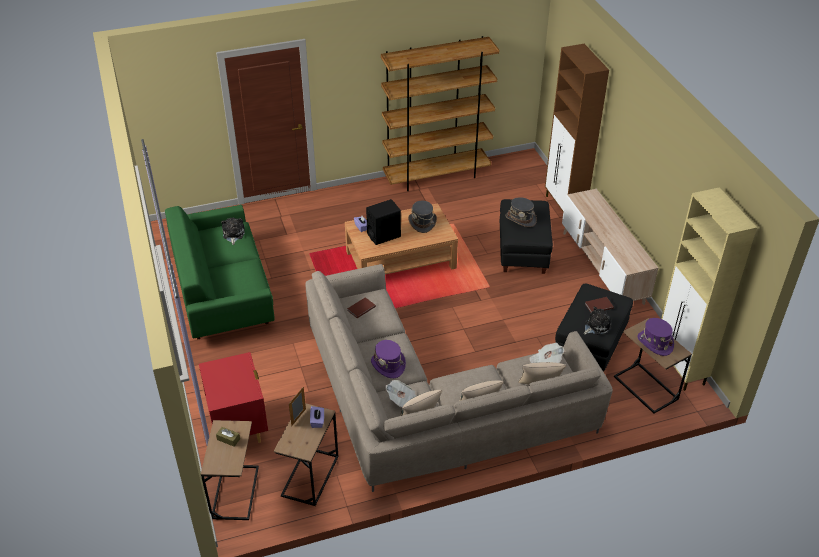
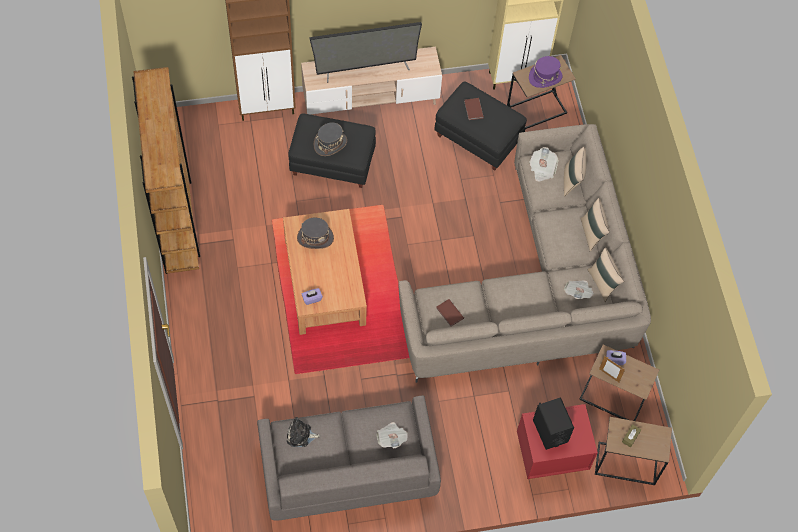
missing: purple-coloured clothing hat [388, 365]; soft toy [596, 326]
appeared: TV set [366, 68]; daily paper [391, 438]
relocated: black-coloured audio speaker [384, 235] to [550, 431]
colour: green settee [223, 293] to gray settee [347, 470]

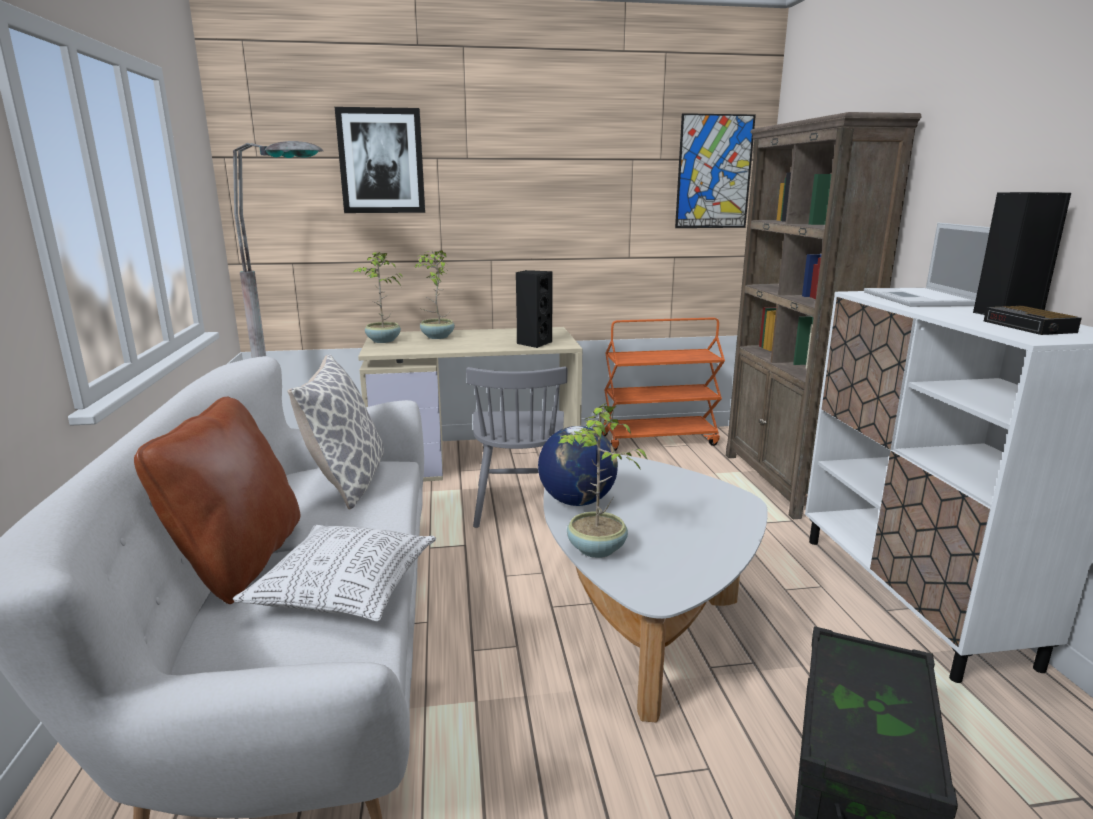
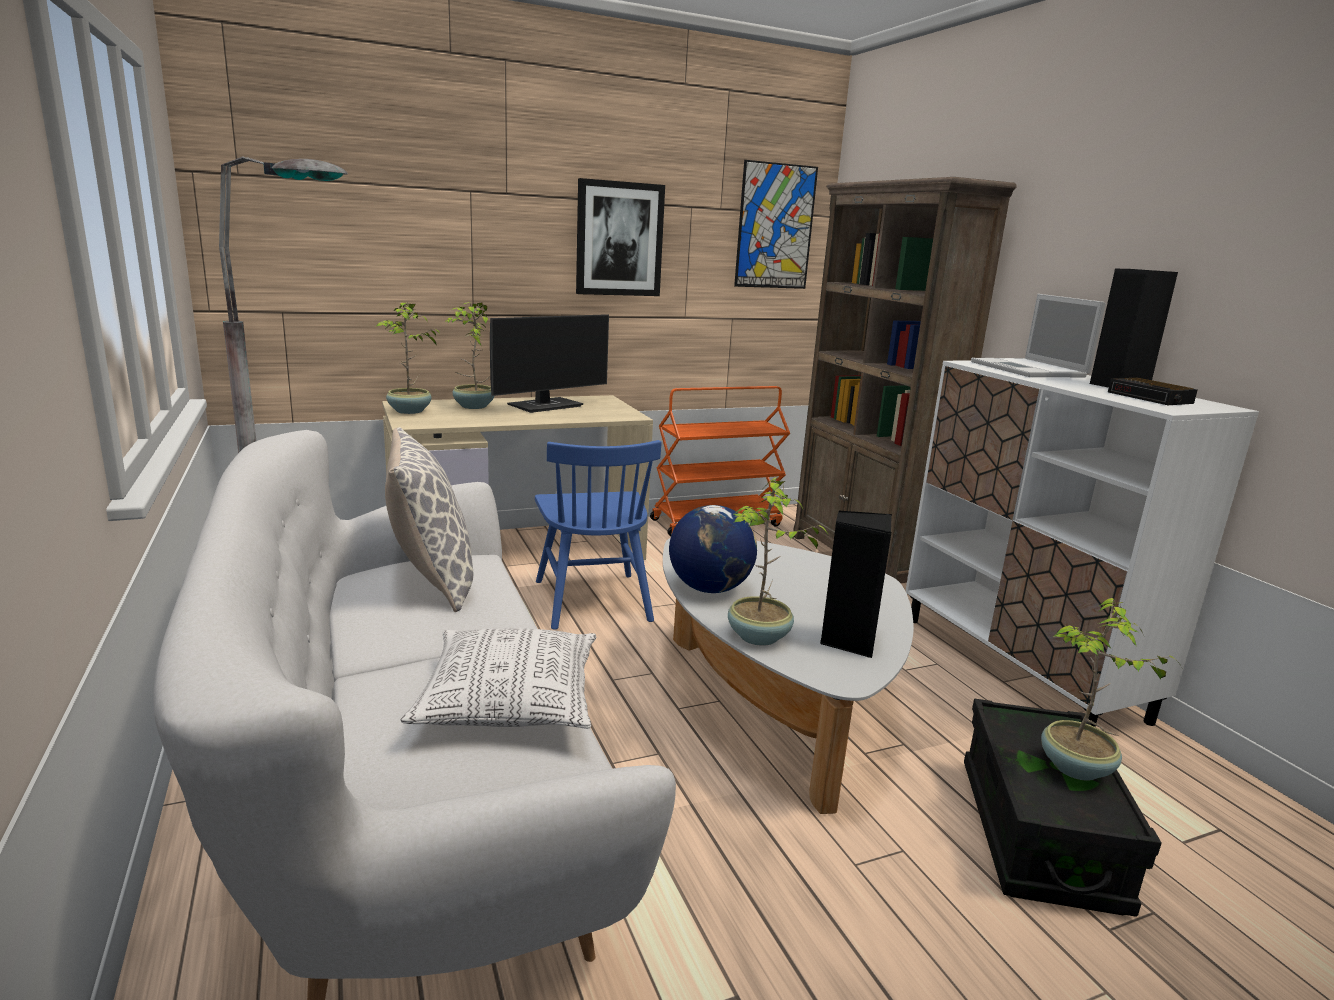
missing: brownish pillow [239, 561]
appeared: monitor [546, 405]; plant in a pot [1076, 769]
relocated: wall picture [381, 161] to [619, 239]; black-coloured audio speaker [533, 343] to [847, 640]
colour: gray plain chair [519, 504] to blue-coloured plain chair [592, 600]

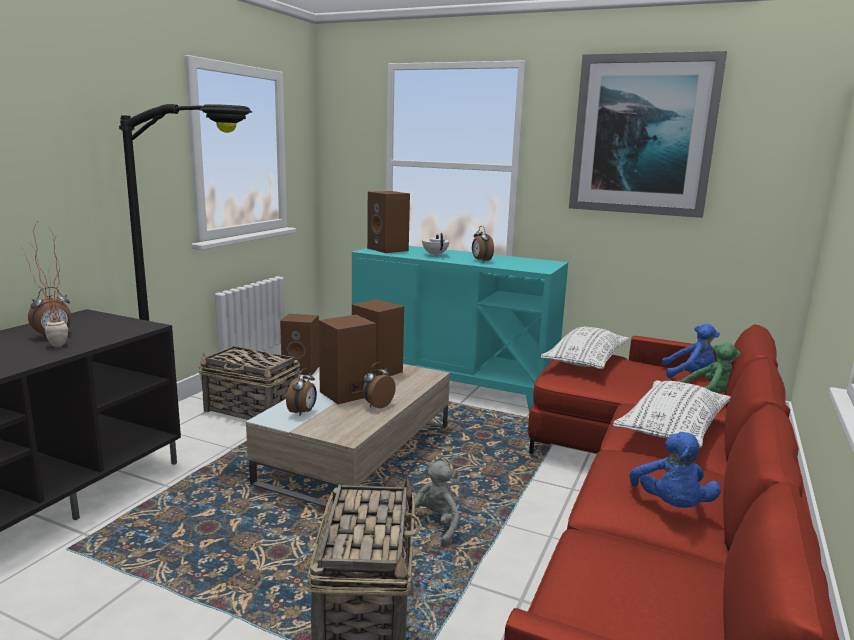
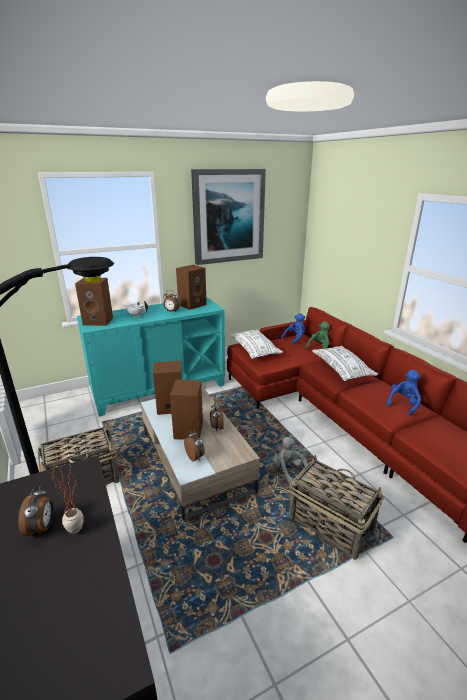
relocated: brownish audio speaker [302, 369] to [192, 304]
spun: blue-coloured soft toy [671, 506] = [403, 404] 90 degrees counterclockwise

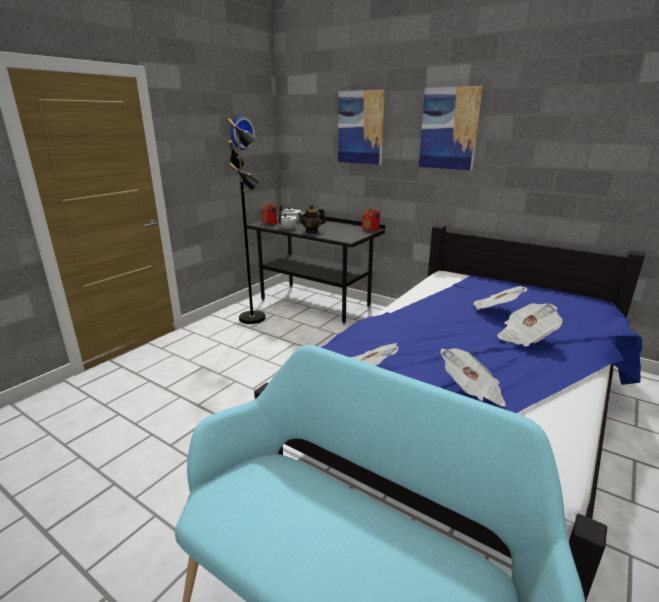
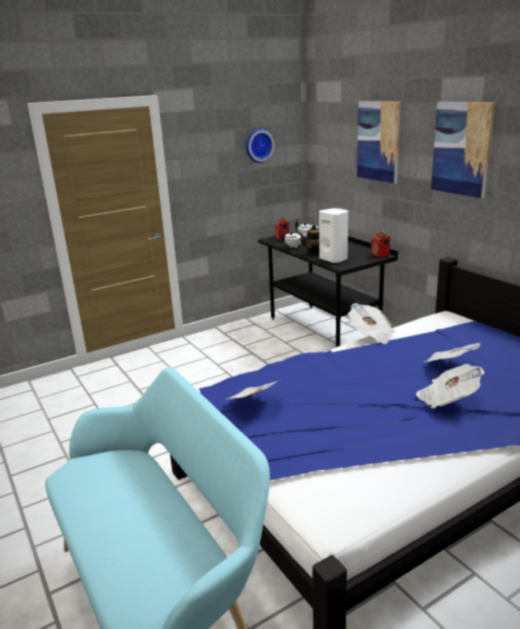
missing: black-coloured standard lamp [253, 318]
appeared: white-coloured audio speaker [334, 259]
relocated: daily paper [471, 391] to [371, 334]

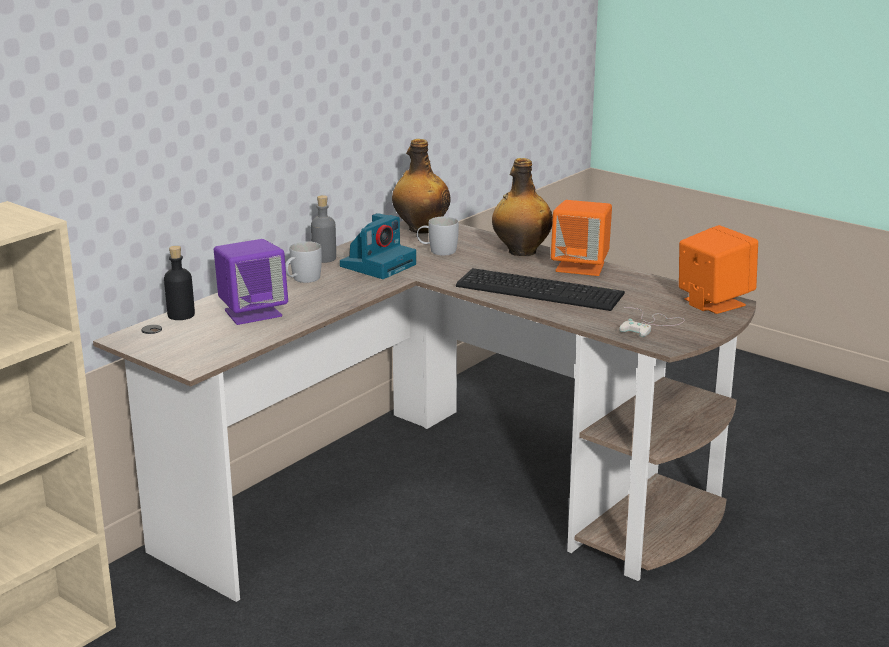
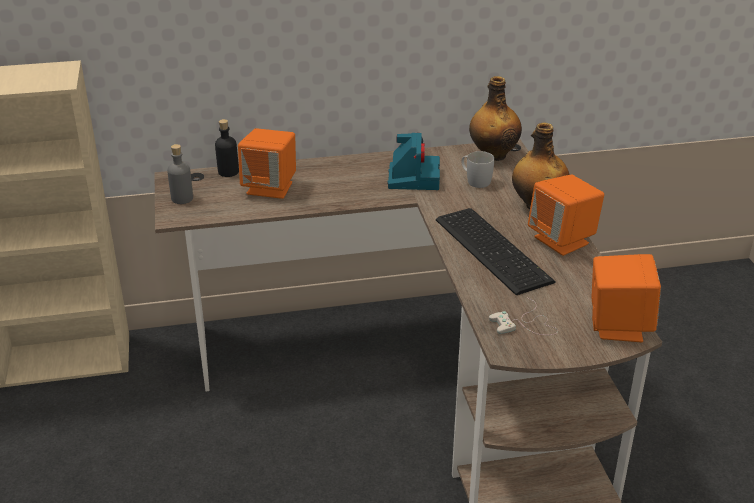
missing: white-coloured mug [302, 280]
relocated: gray drink bottle [324, 258] to [182, 198]
colour: purple-coloured audio speaker [253, 313] to orangey audio speaker [270, 188]
spun: still camera [378, 265] = [413, 177] 75 degrees counterclockwise

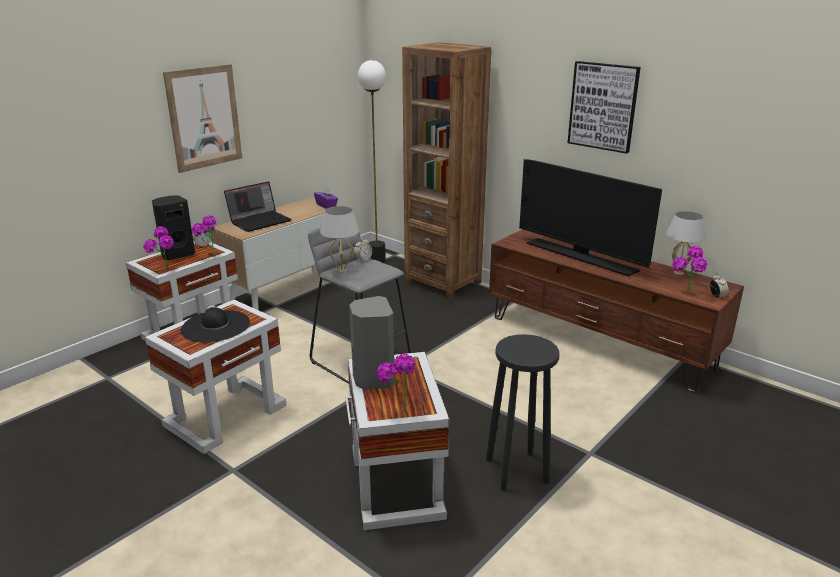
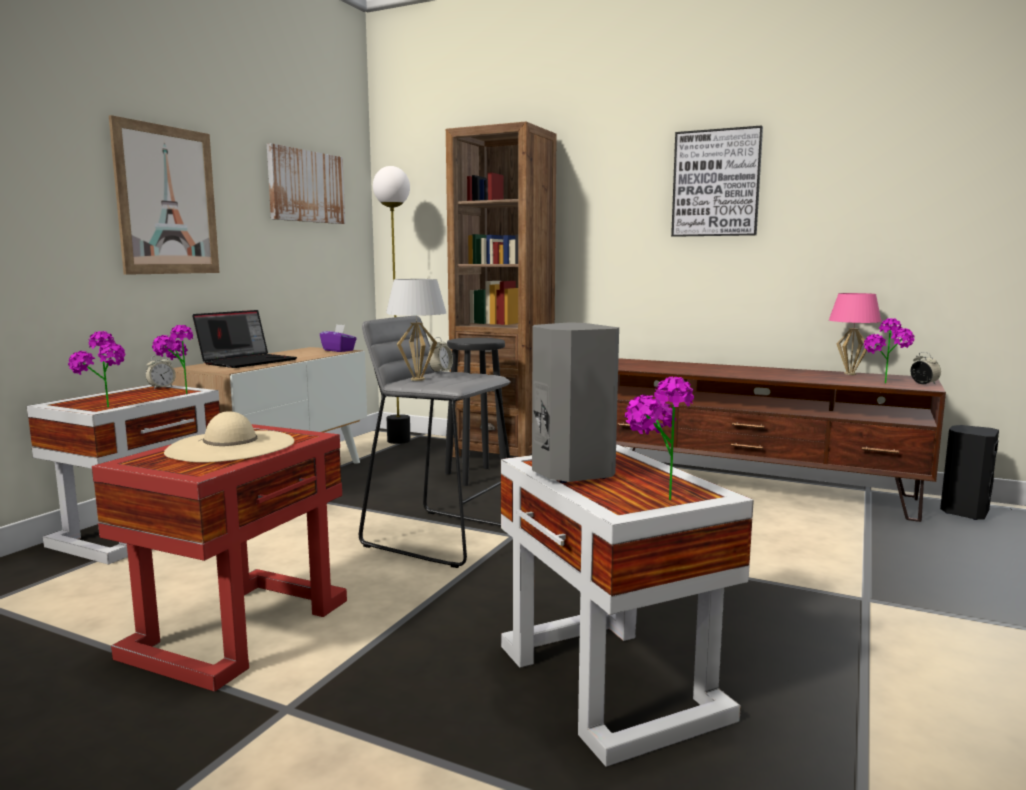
missing: TV set [581, 257]
appeared: wall picture [306, 186]
relocated: black-coloured audio speaker [177, 254] to [963, 512]; black-coloured stool seat [517, 470] to [477, 476]
colour: white-coloured side table [227, 414] to red-coloured side table [241, 627]; black-coloured clothing hat [215, 326] to beige-coloured clothing hat [231, 446]; white-coloured table lamp [678, 273] to pink table lamp [850, 374]

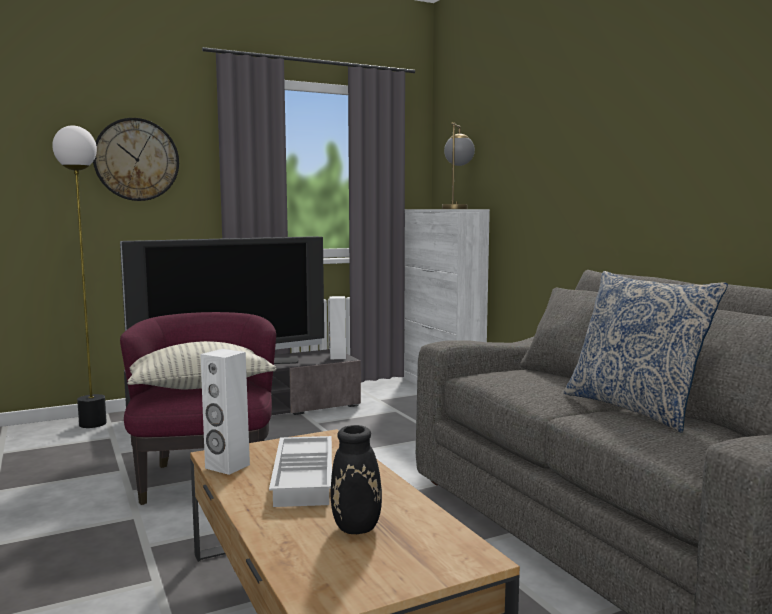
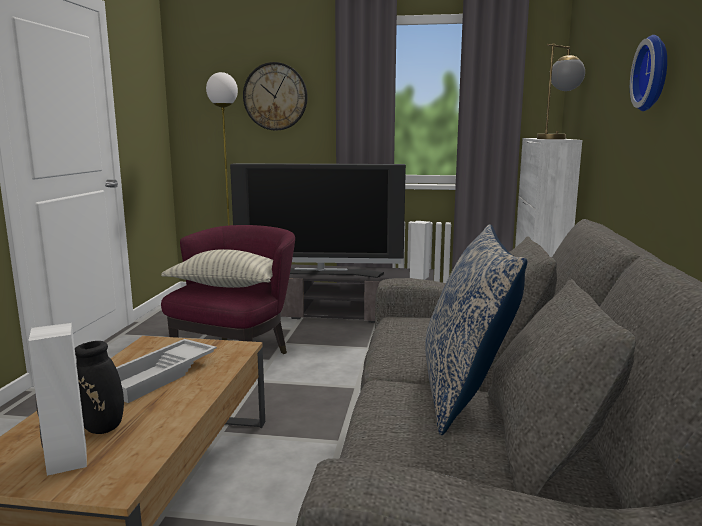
appeared: hanging clock [655, 73]
relocated: white-coloured audio speaker [227, 466] to [66, 461]

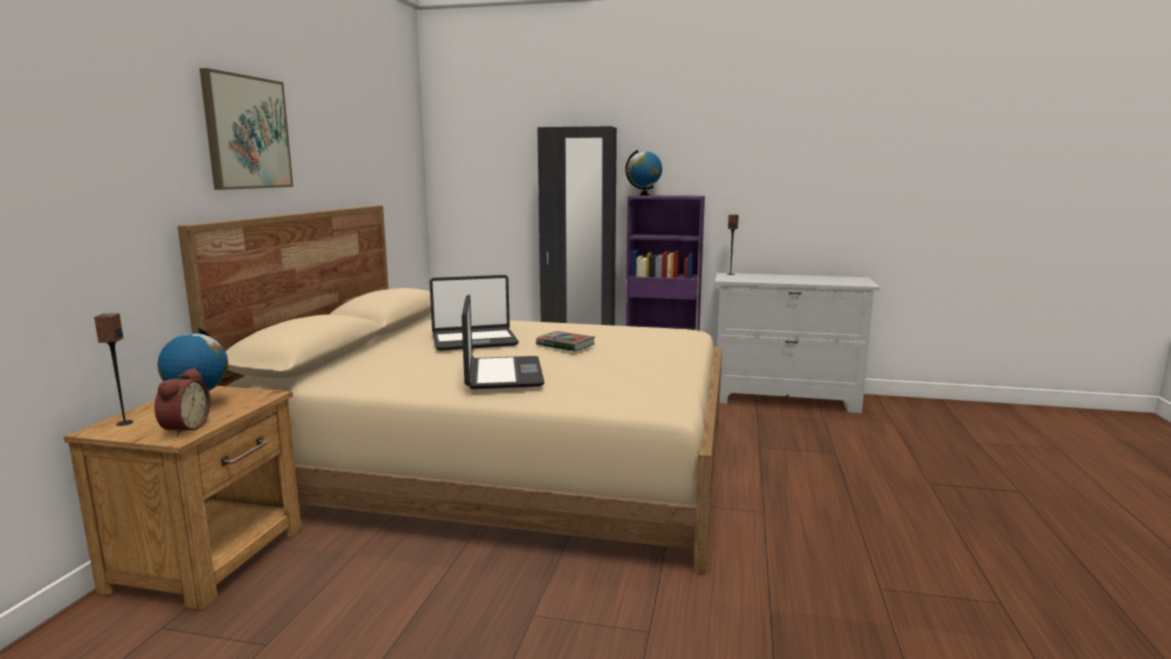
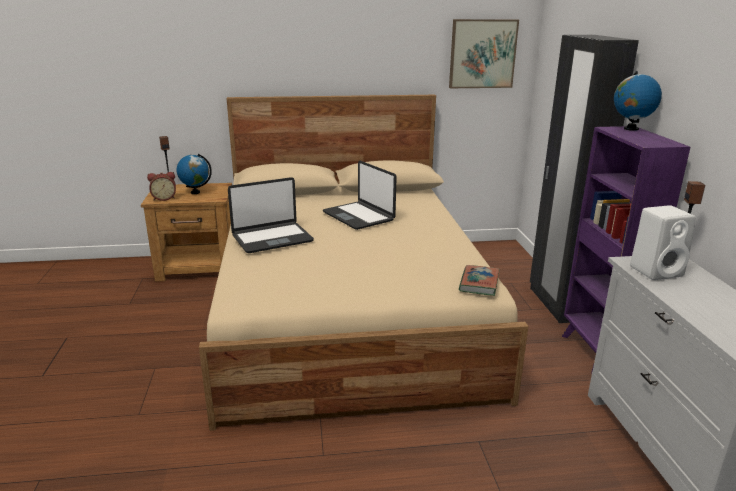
appeared: white-coloured audio speaker [657, 271]
relocated: wall picture [247, 133] to [482, 54]; bound book [565, 345] to [479, 283]

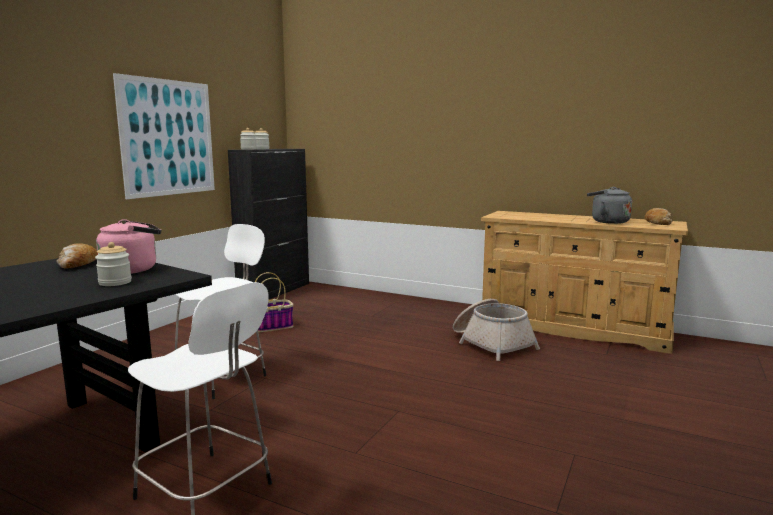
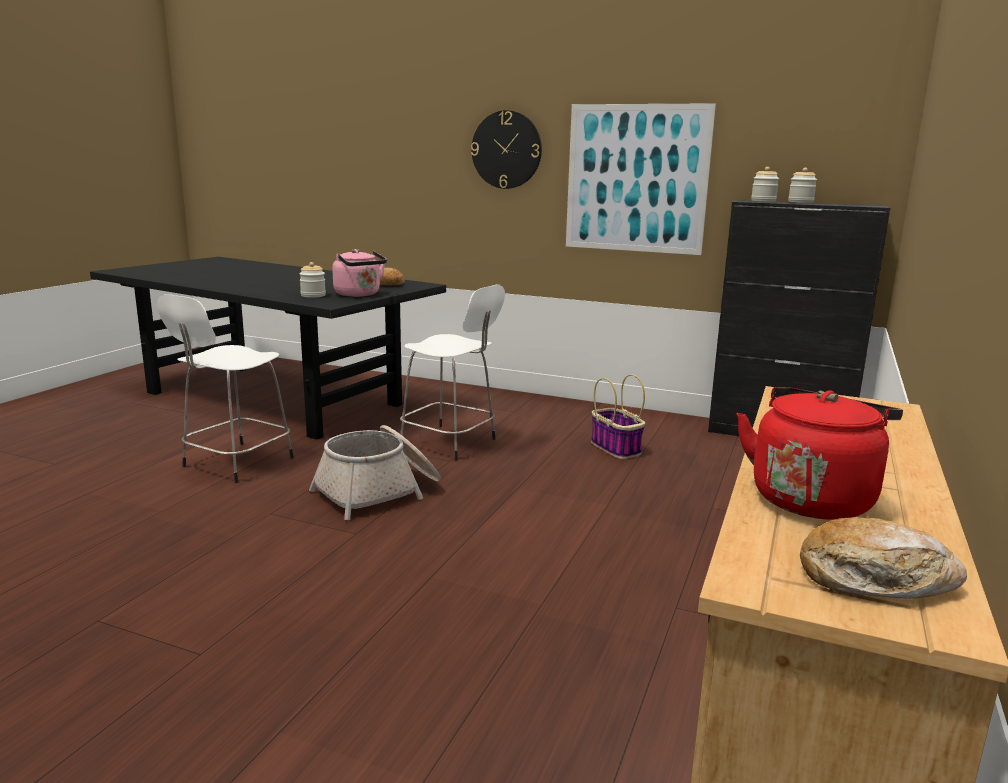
appeared: hanging clock [506, 150]
relocated: household basket [491, 343] to [379, 492]
colour: gray kettle [607, 222] to red-coloured kettle [812, 498]

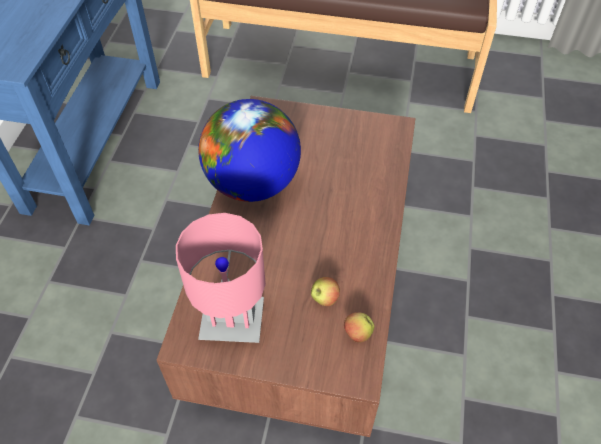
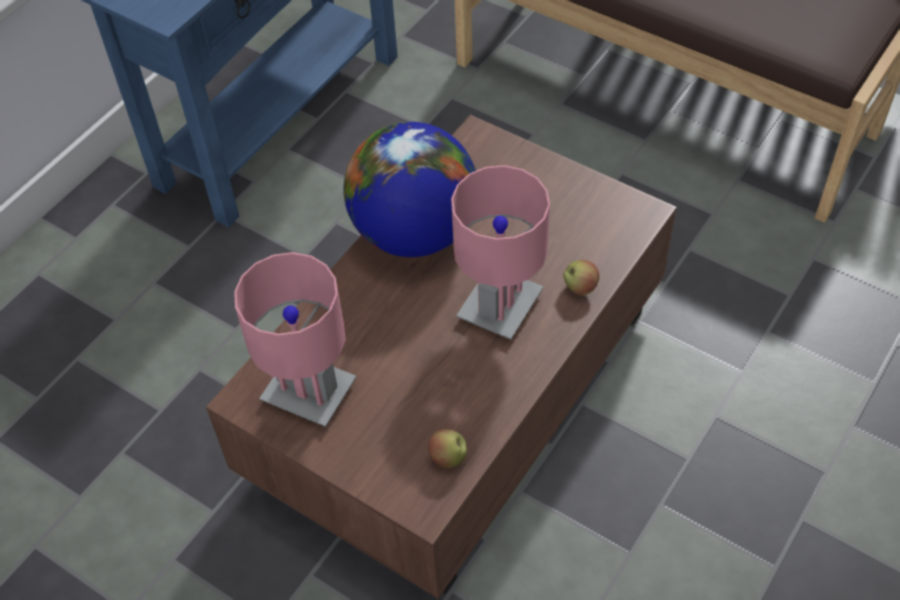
appeared: pink table lamp [499, 306]
relocated: whole apple [324, 298] to [580, 288]

